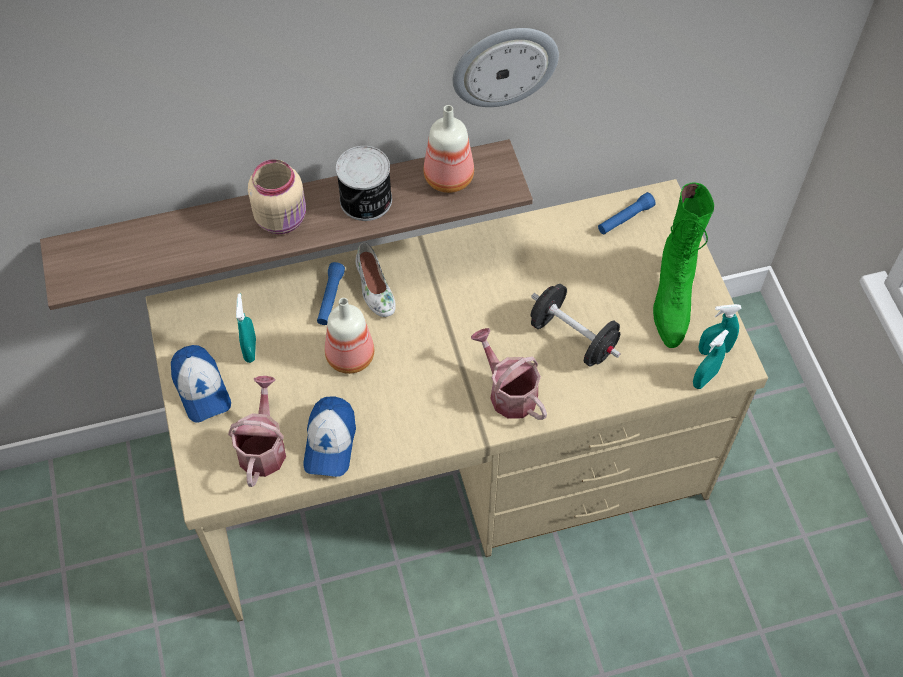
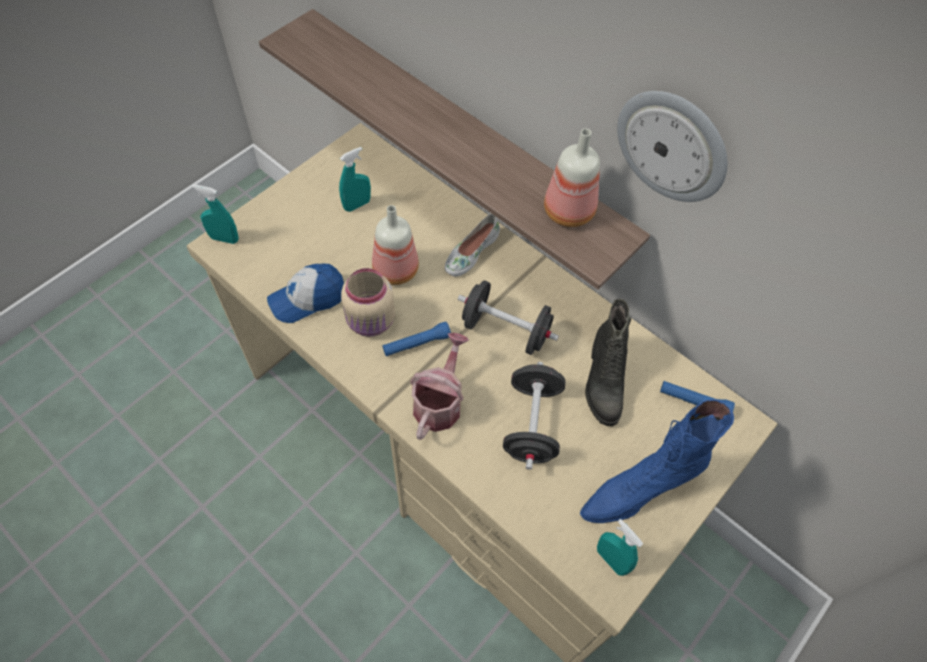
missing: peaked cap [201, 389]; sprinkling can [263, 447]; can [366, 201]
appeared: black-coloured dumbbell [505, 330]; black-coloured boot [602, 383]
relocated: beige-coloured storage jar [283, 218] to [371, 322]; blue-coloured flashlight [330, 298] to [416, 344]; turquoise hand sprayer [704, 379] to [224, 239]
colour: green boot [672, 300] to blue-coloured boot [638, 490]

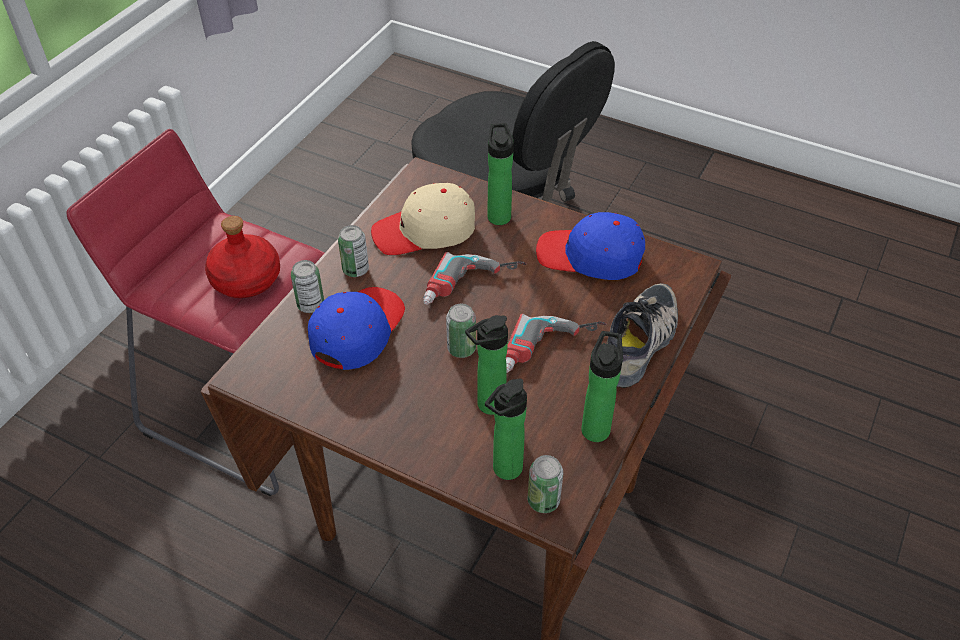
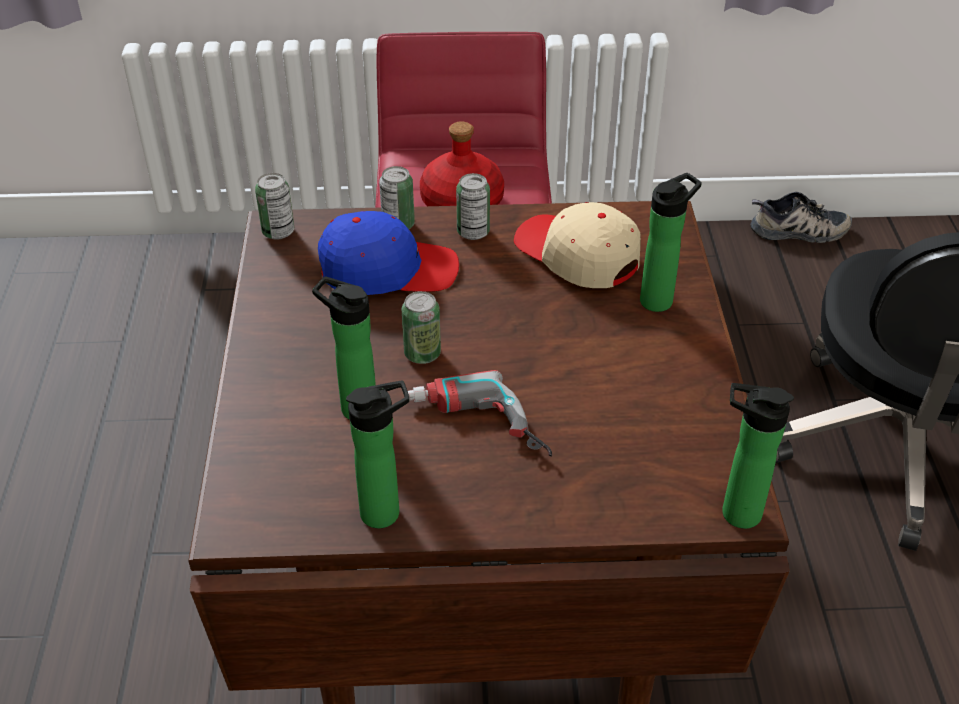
missing: power drill [473, 288]; blue-coloured peaked cap [590, 256]
relocated: drink bottle [504, 471] to [734, 513]; can [543, 501] to [278, 232]; item of footwear [640, 344] to [798, 232]

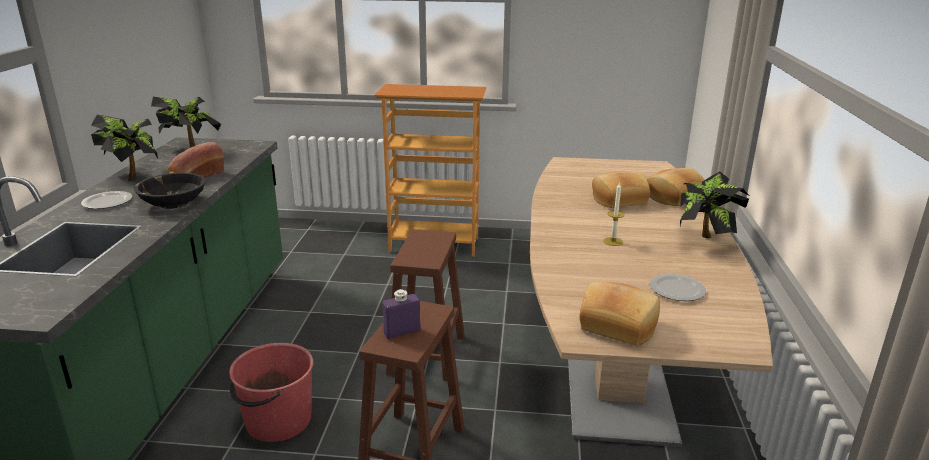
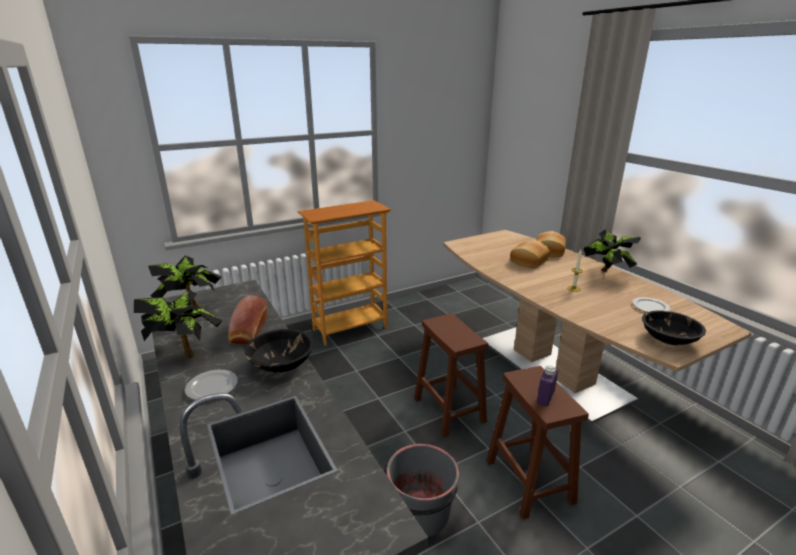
exchanged: baked bread [619, 325] to black-coloured deep dish [668, 339]
colour: red-coloured water bucket [277, 421] to gray water bucket [420, 513]

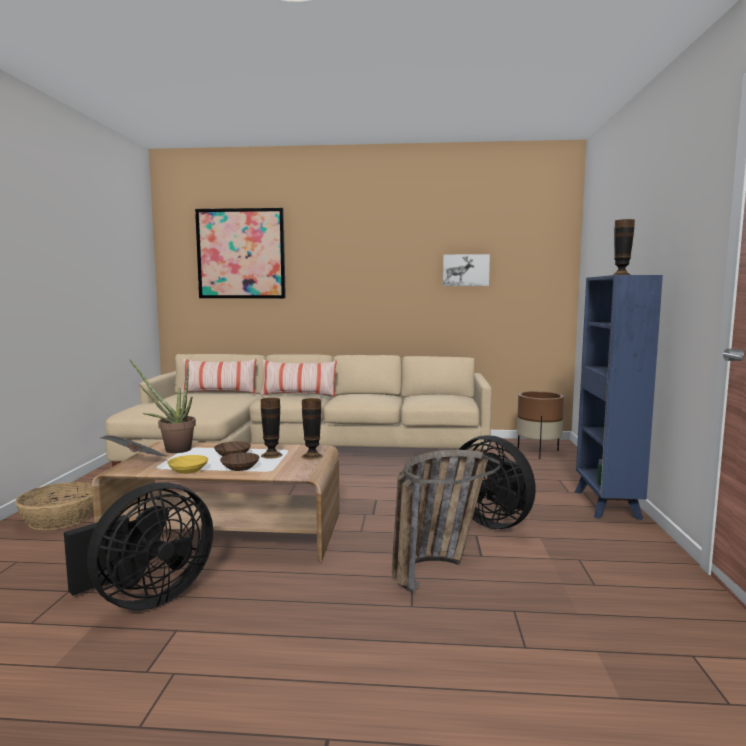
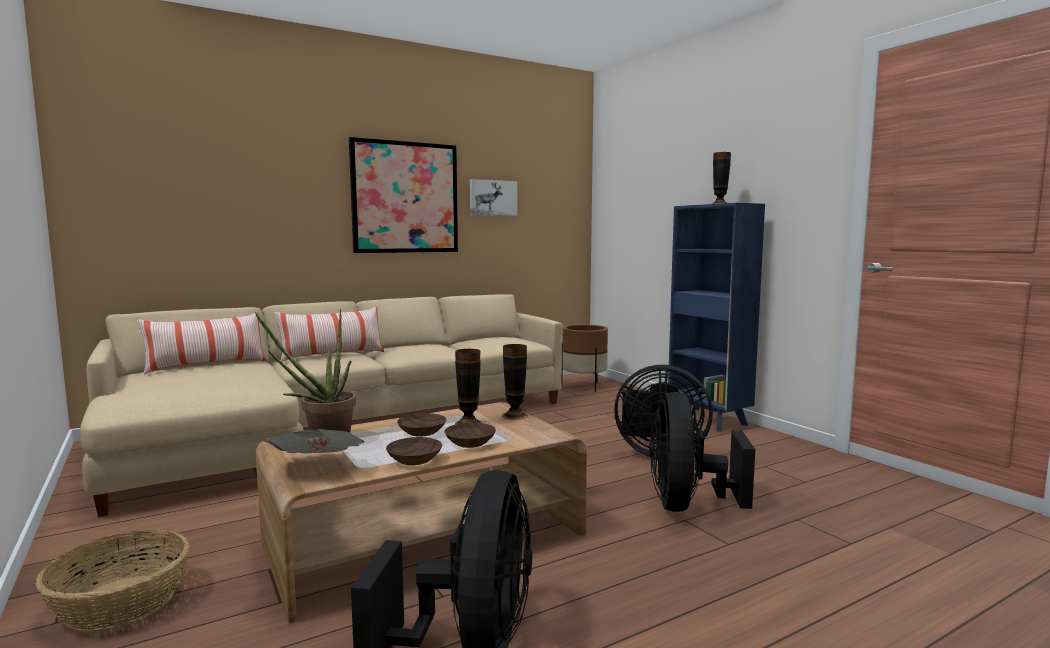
relocated: wall picture [241, 254] to [405, 197]
exchanged: household basket [437, 568] to black-coloured electric fan [687, 505]
colour: yellowish deep dish [187, 470] to brownish deep dish [413, 460]

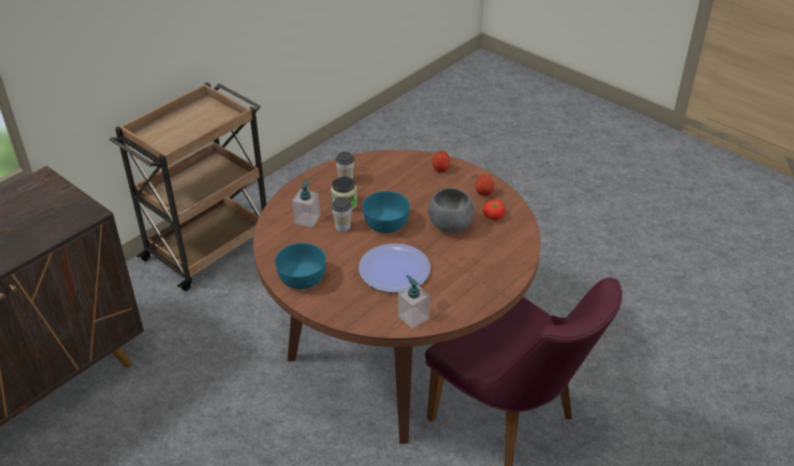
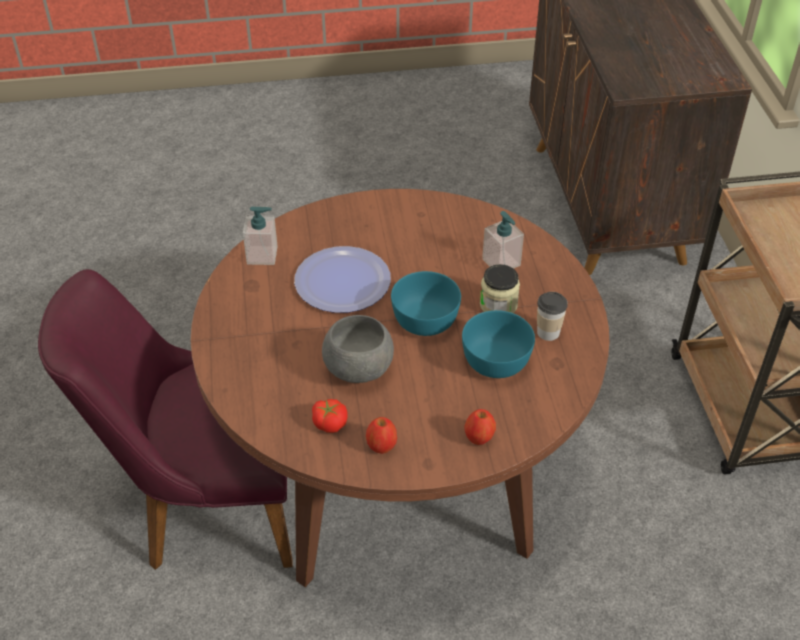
missing: small cup [342, 227]
relocated: turquoise deep dish [301, 278] to [495, 359]

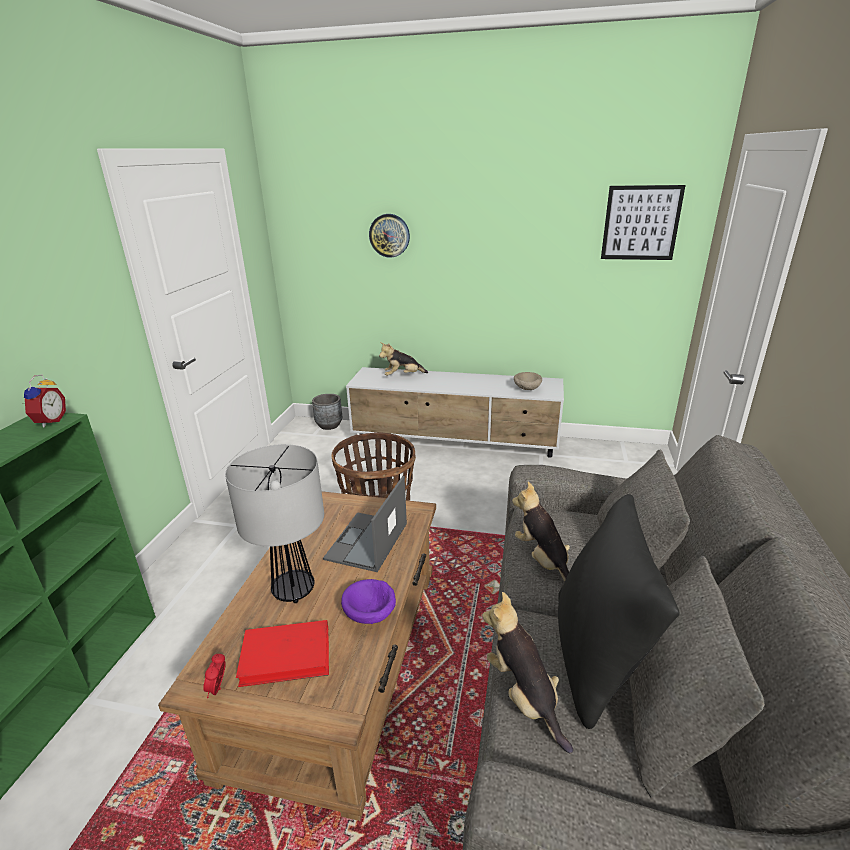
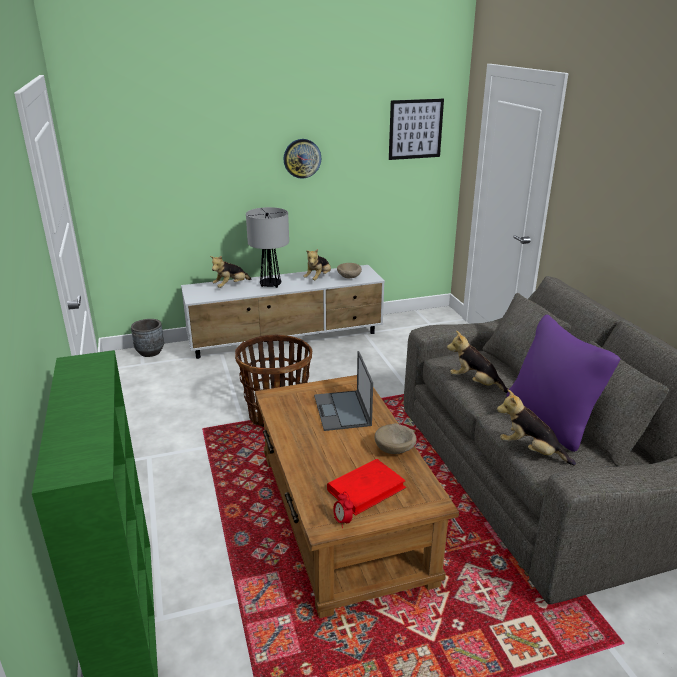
missing: table clock [49, 421]
appeared: soft toy [318, 278]
relocated: table lamp [294, 590] to [271, 285]; hanging clock [389, 235] to [302, 158]
colour: purple-coloured deep dish [370, 615] to beige-coloured deep dish [395, 450]; black-coloured pillow [597, 658] to purple-coloured pillow [550, 421]

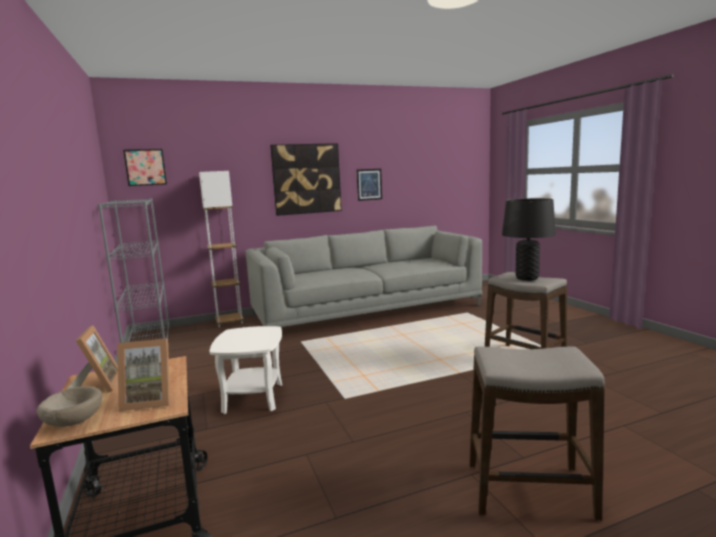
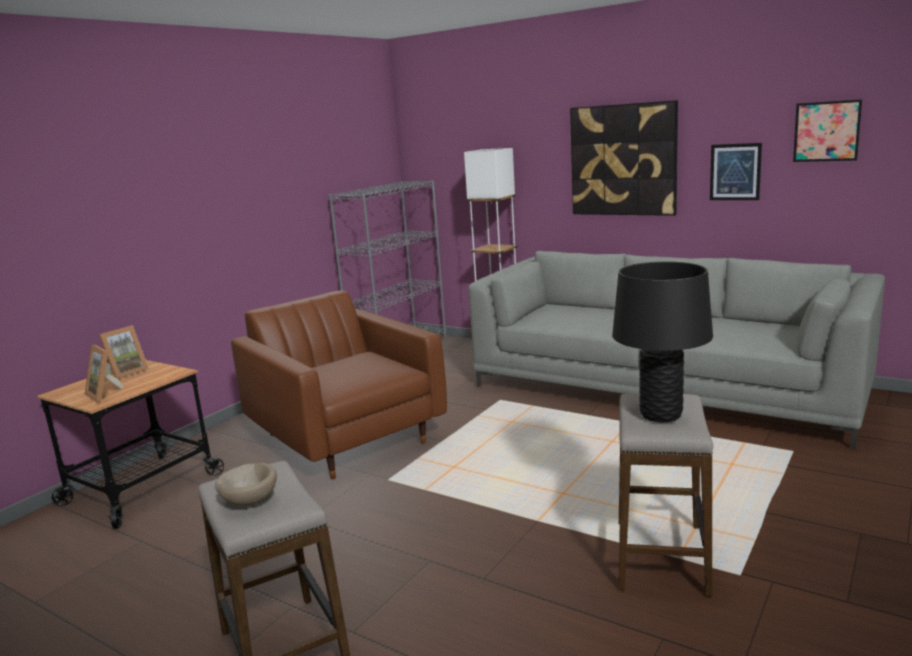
relocated: beige-coloured deep dish [73, 421] to [250, 500]; wall picture [145, 167] to [826, 131]
exchanged: white-coloured side table [253, 397] to brownish armchair [345, 439]

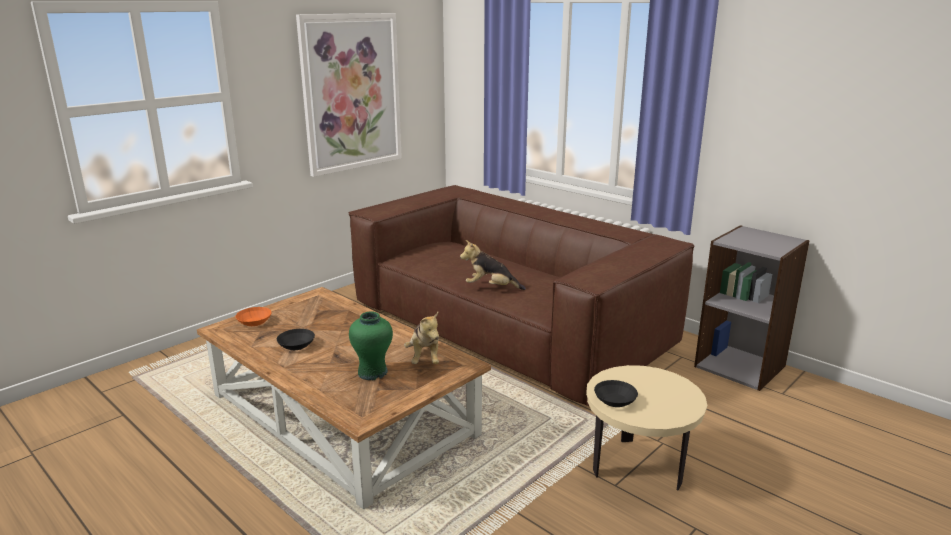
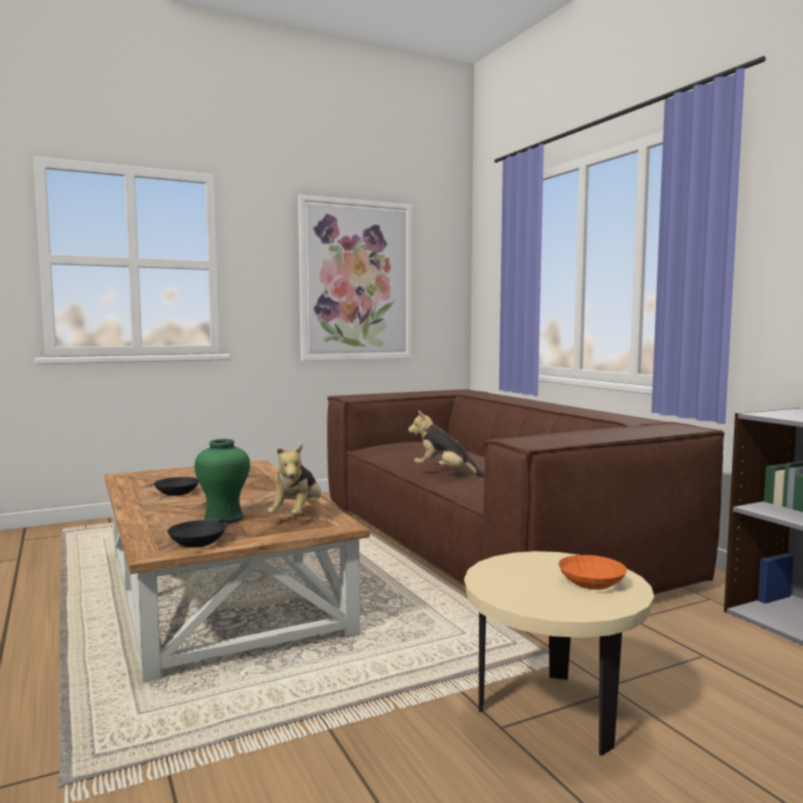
relocated: orangey deep dish [254, 321] to [590, 582]; black-coloured deep dish [614, 401] to [196, 542]

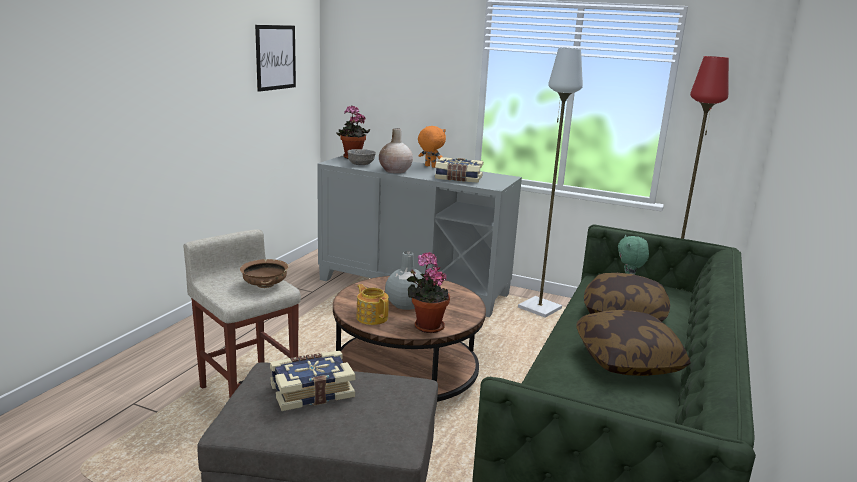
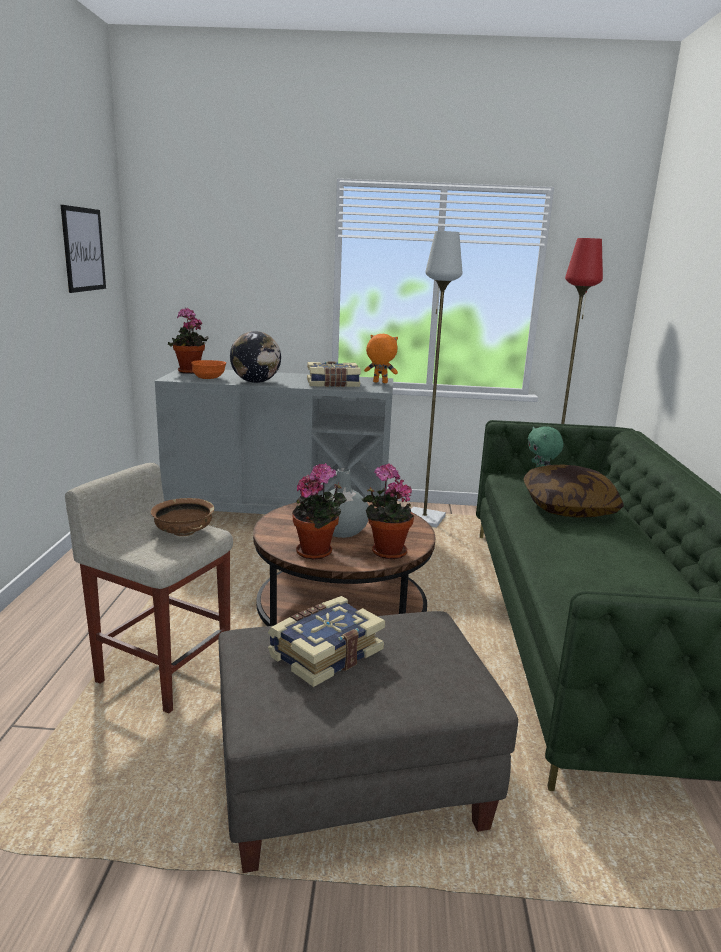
missing: pillow [627, 360]
relocated: orangey soft toy [430, 166] to [380, 382]
exchanged: pot for tea [372, 317] to plant in a pot [317, 552]; beige-coloured vase [395, 171] to desk globe [256, 382]
colour: gray deep dish [360, 165] to orangey deep dish [208, 378]

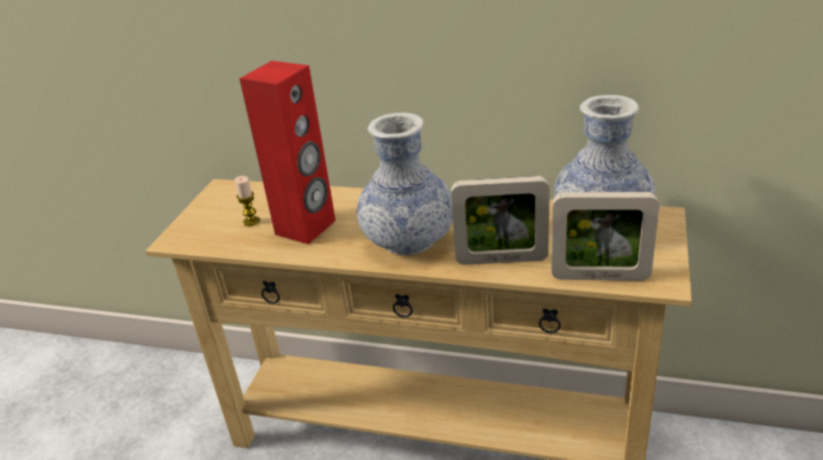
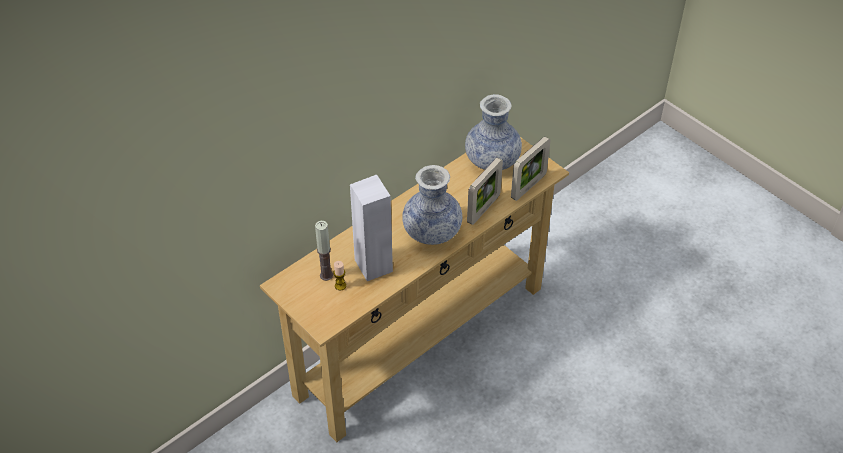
appeared: wax candle [326, 275]
colour: red-coloured audio speaker [306, 227] to white-coloured audio speaker [374, 265]

